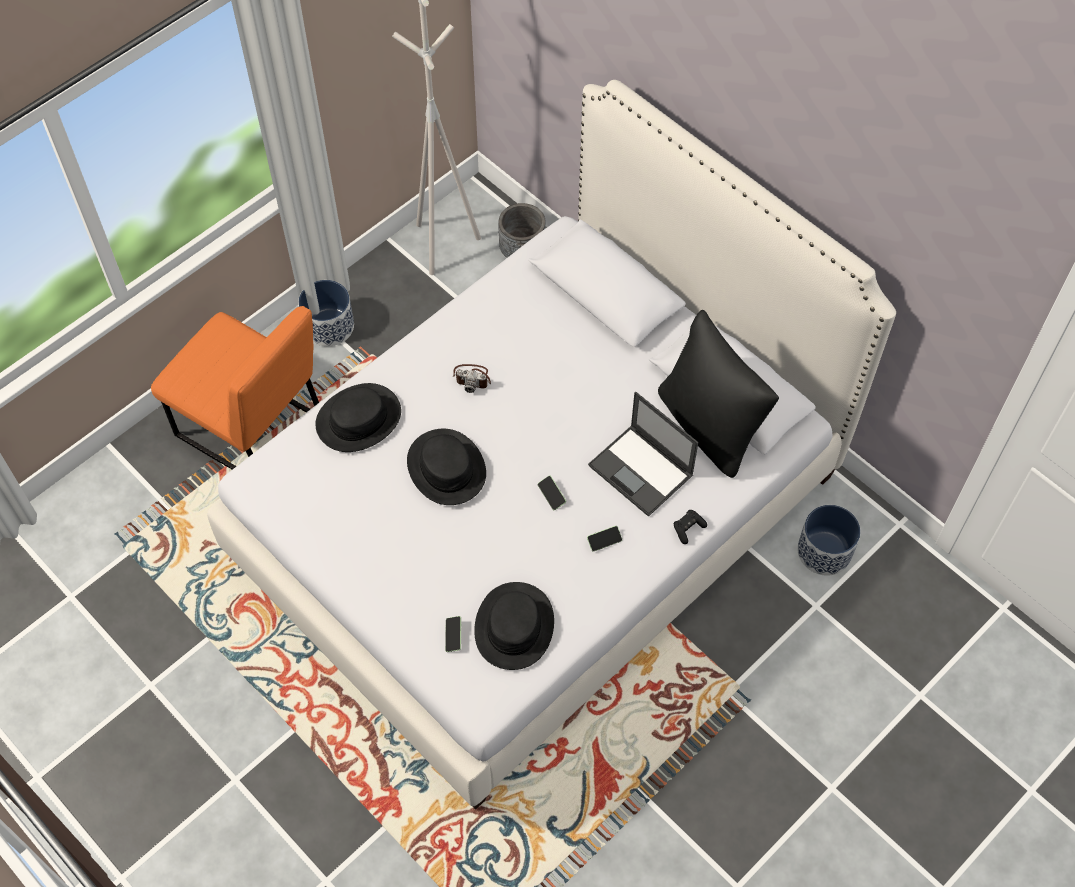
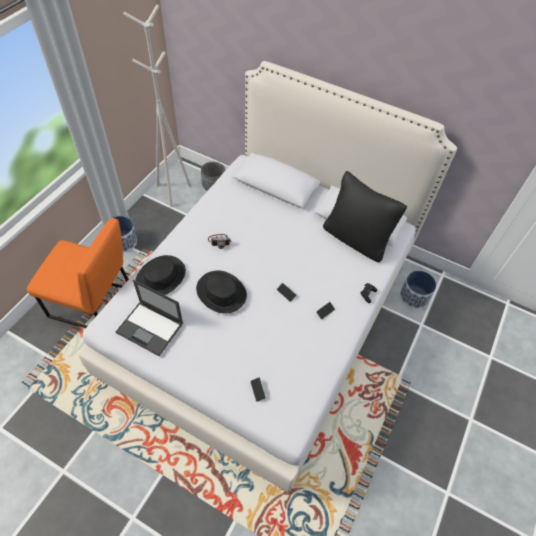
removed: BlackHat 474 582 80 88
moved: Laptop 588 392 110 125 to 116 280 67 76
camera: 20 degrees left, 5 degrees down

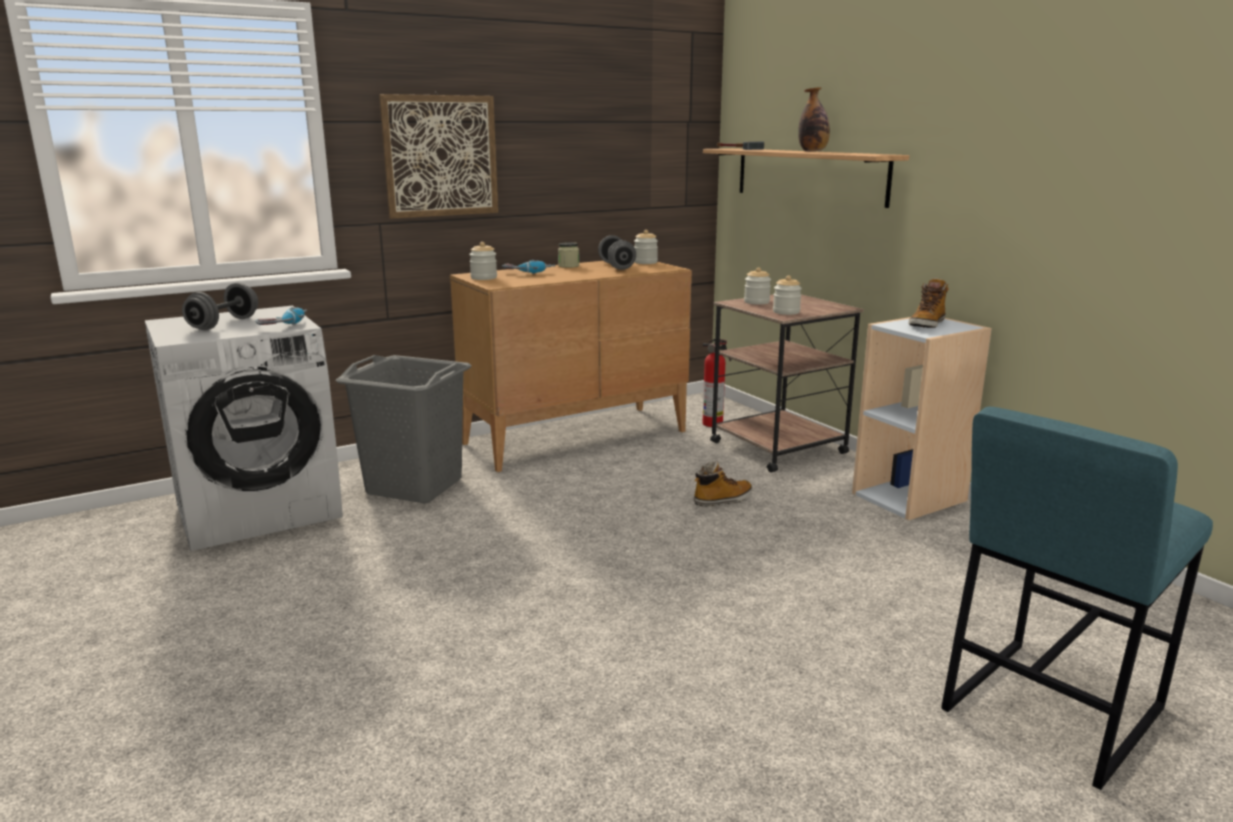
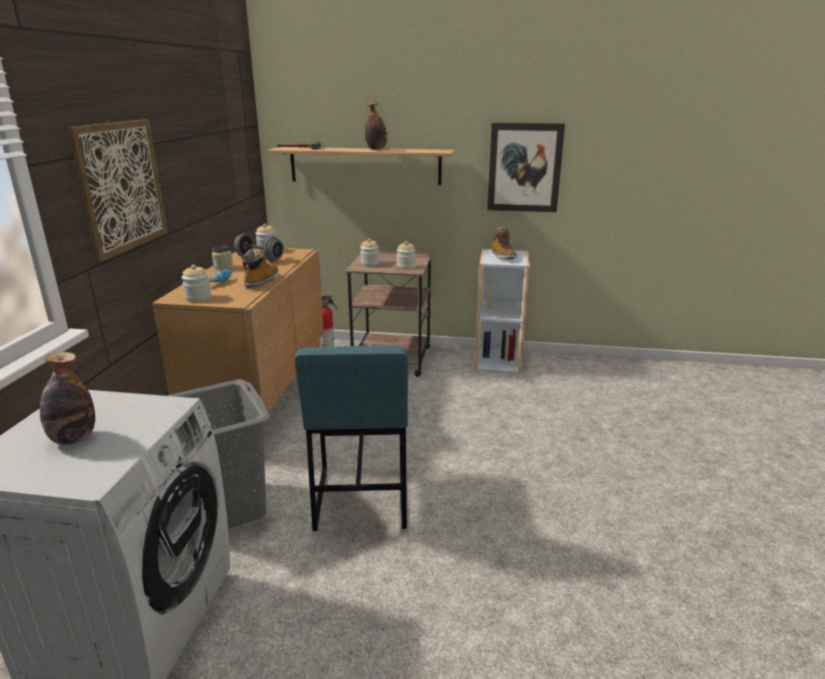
removed: PowerDrill 256 307 51 18
added: Picture 487 123 78 89
moved: Boot 694 461 58 45 to 243 249 36 39; BlueStool 941 407 272 383 to 295 346 113 185
replaced: GreyDumbbell 182 283 76 47 to Bottle 40 352 55 93
camera: 50 degrees left, 5 degrees up

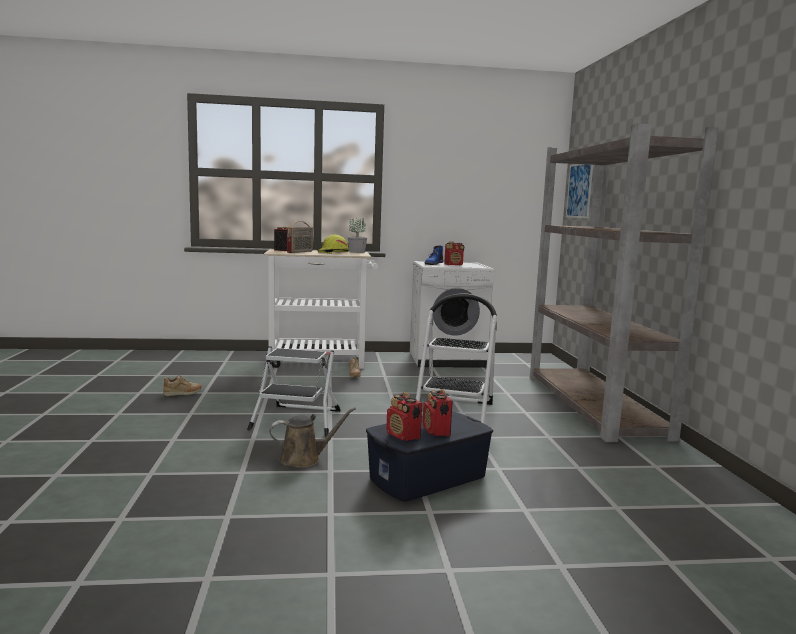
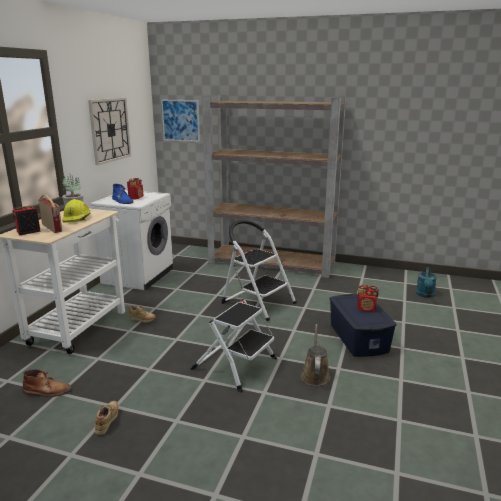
removed: Radio 386 392 36 49
added: BrownBoot 22 369 50 28; WallClock 88 98 43 67; TurquoiseWateringCan 416 267 21 31
camera: 65 degrees left, 10 degrees up

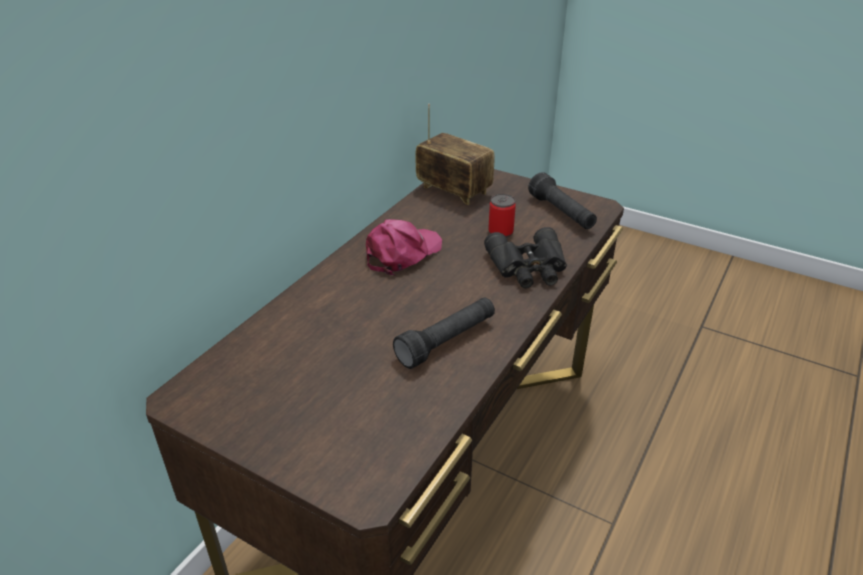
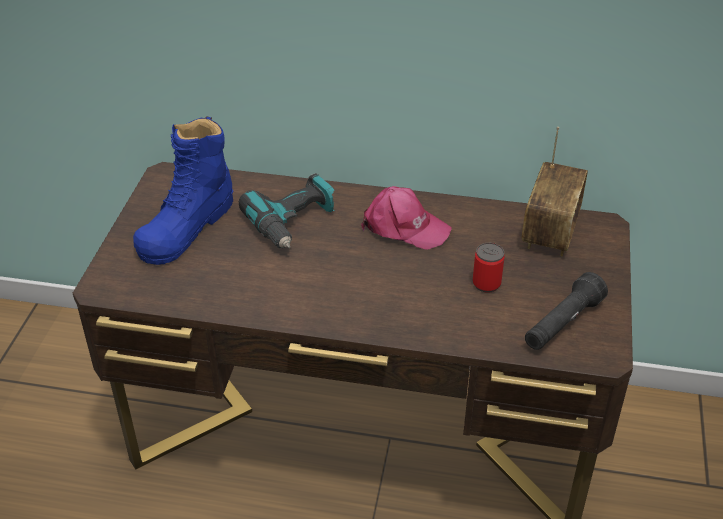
removed: BlackFlashlight 393 298 102 71; BlackBinoculars 484 227 83 61
added: BlueBoot 133 116 100 149; PowerDrill 239 173 96 75
camera: 70 degrees right, 5 degrees up

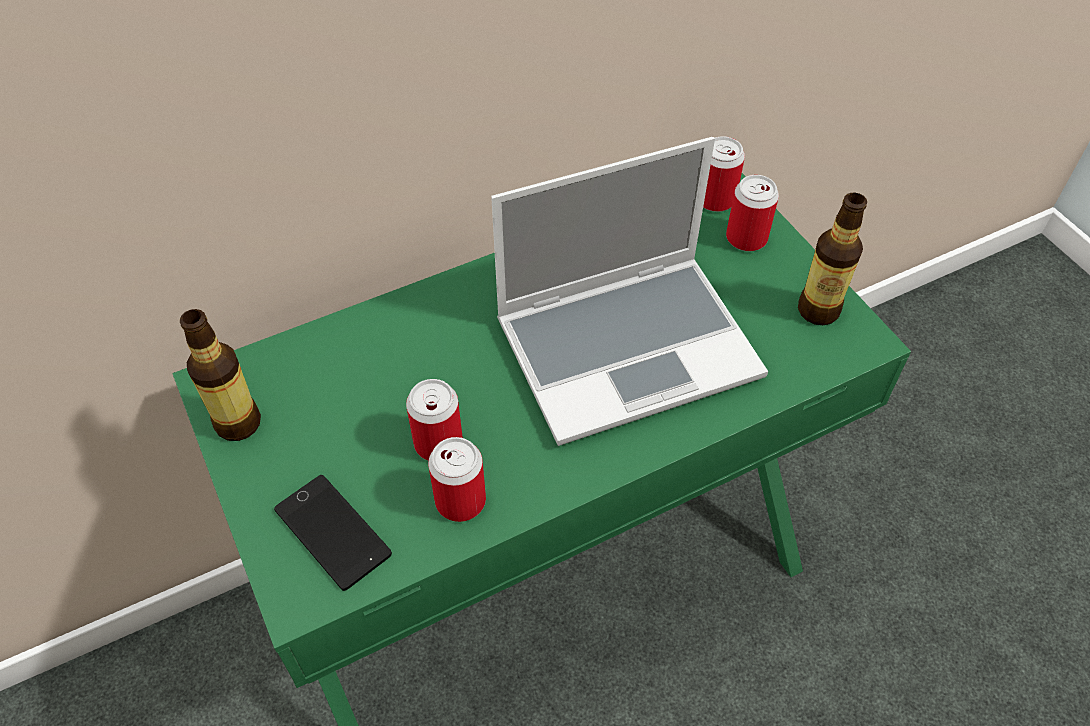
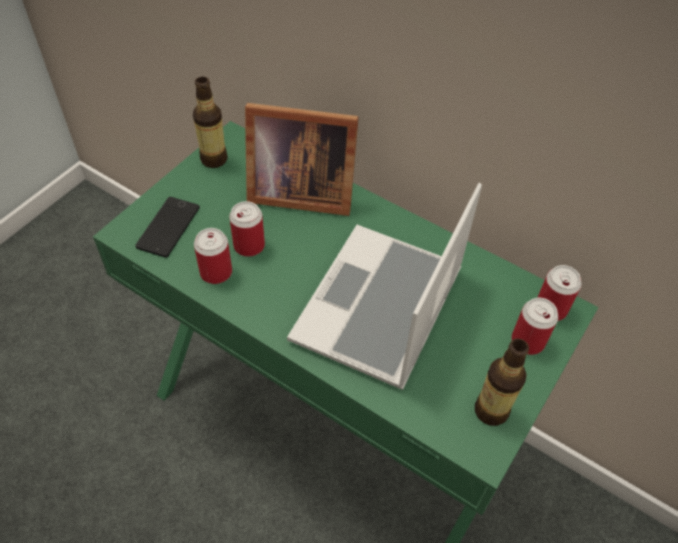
added: PictureFrame 245 103 114 113
turned: Laptop 491 137 277 309 = 287 183 195 207 75 degrees clockwise
camera: 60 degrees right, 0 degrees up

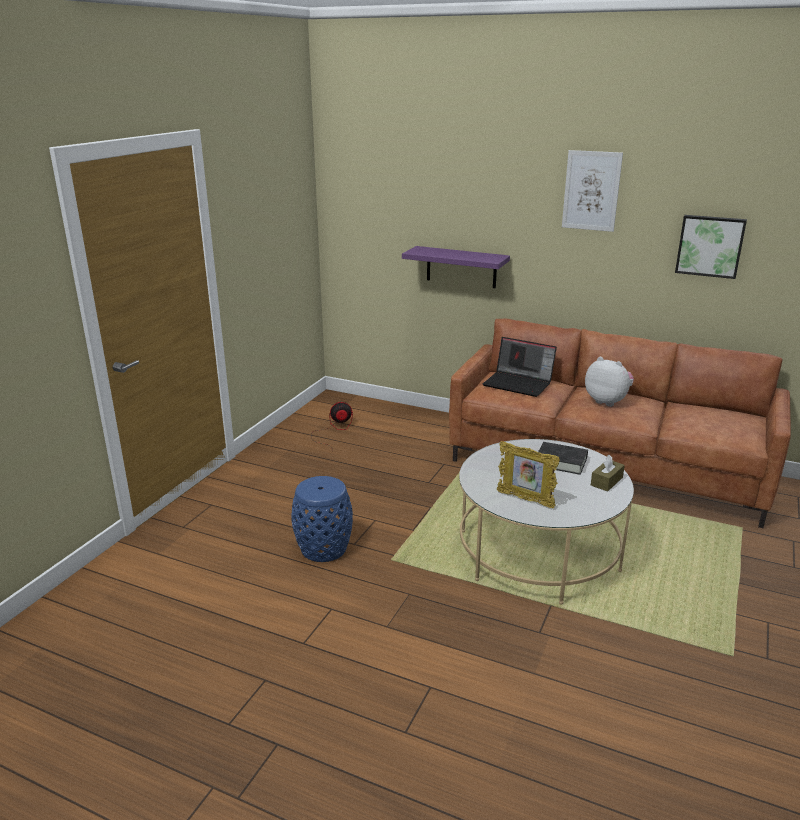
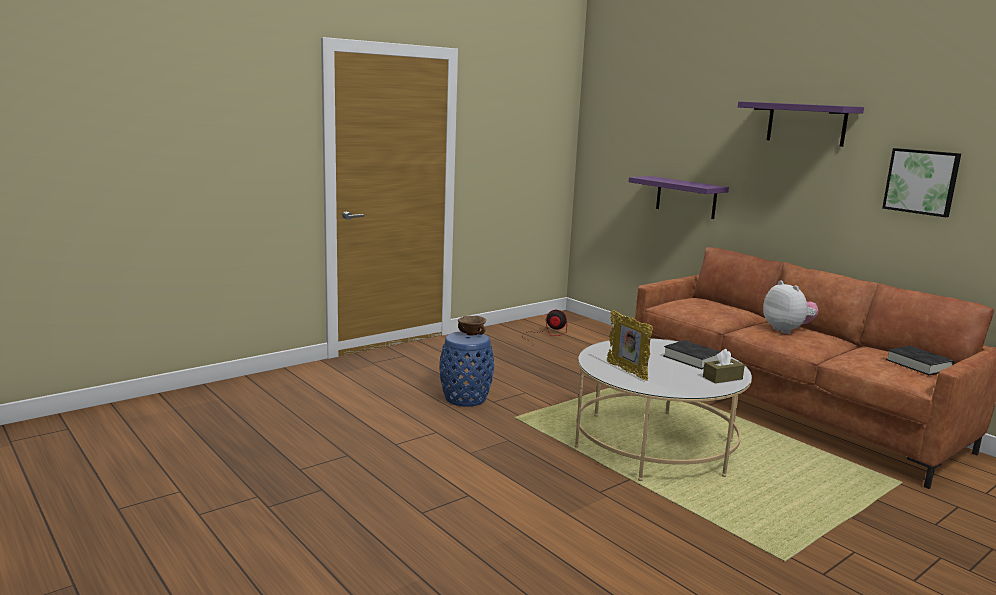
removed: Laptop 483 337 74 60
added: BrownBowl 458 316 28 19; BlackBook 886 346 68 29
replaced: Picture 562 150 61 82 to PurpleShelf 738 101 126 46
camera: 25 degrees right, 10 degrees down

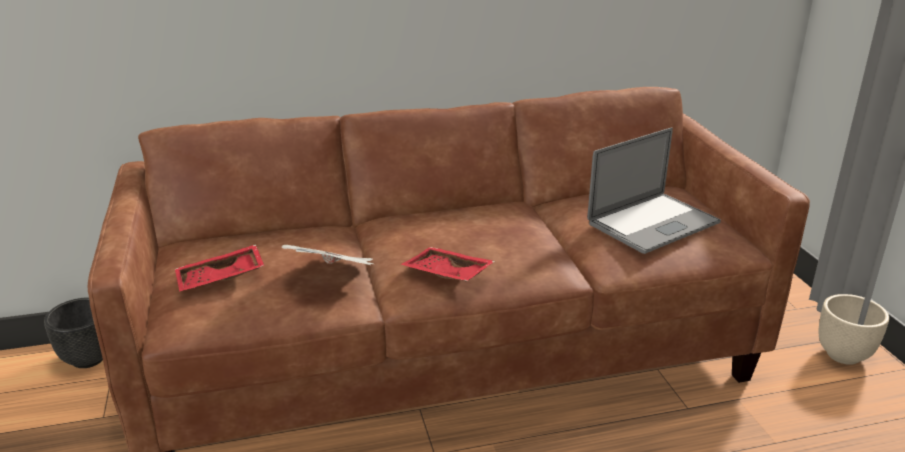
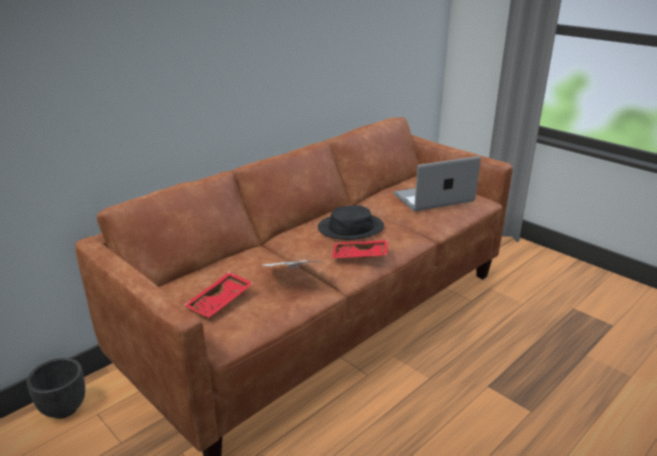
removed: BeigePlanter 818 294 71 71
added: BlackHat 318 205 66 35
turned: Laptop 587 127 134 127 = 394 156 87 56 135 degrees counterclockwise
camera: 30 degrees left, 0 degrees up

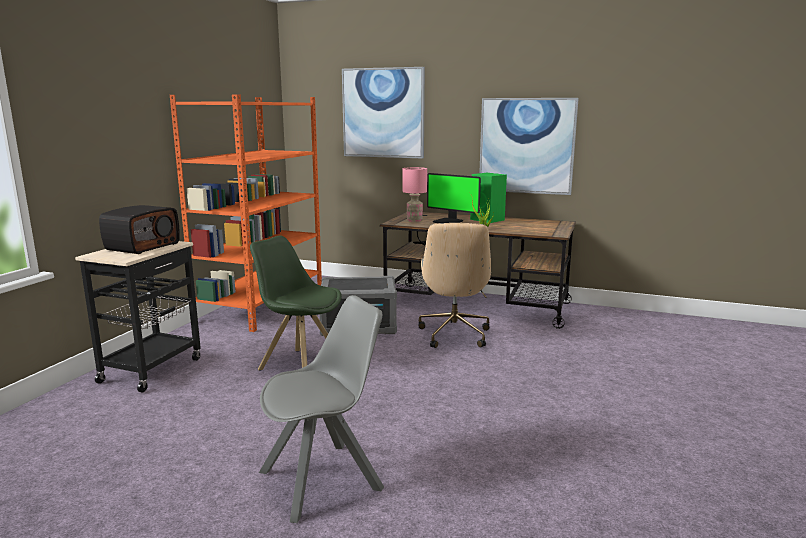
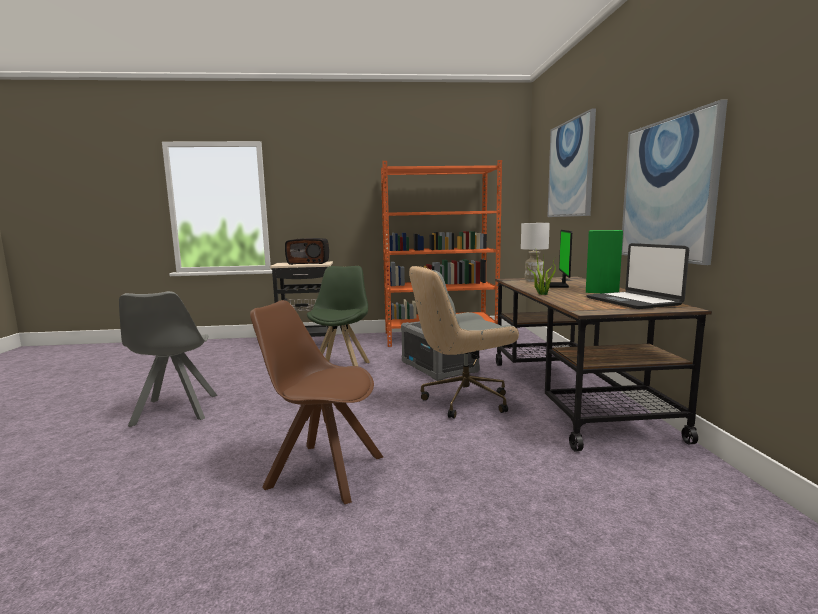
added: BrownChair 250 300 133 204; Laptop 586 243 103 66
recoloured: PinkTableLamp 403 167 24 55 to WhiteTableLamp 521 223 29 59
turned: GreyChair 259 295 125 228 = 119 291 99 136 45 degrees clockwise
camera: 65 degrees right, 5 degrees down

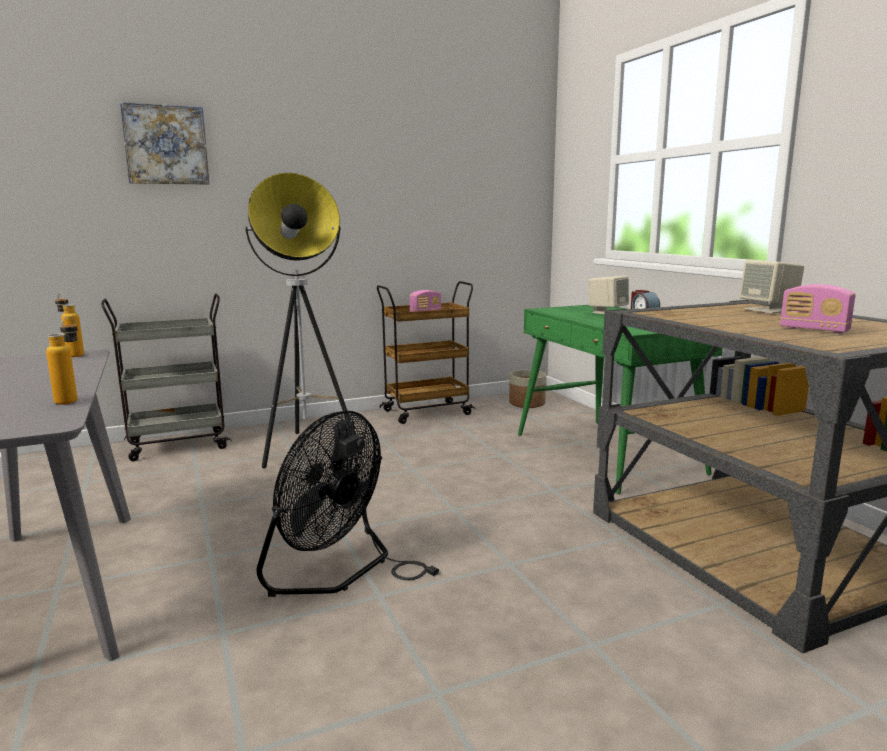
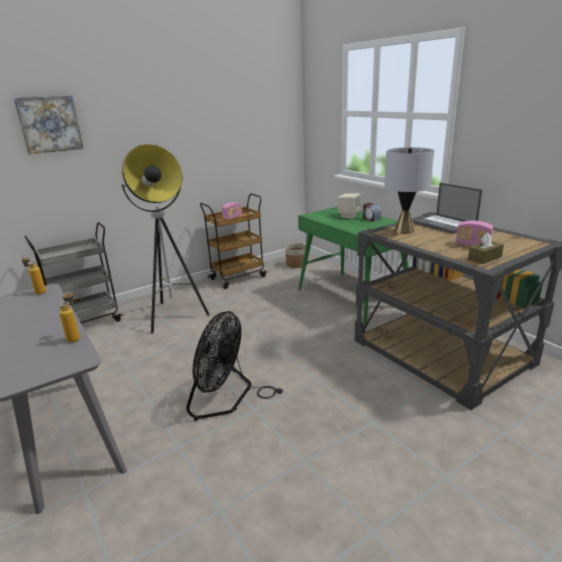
added: GreyTableLamp 384 147 50 87; BrownTissueBox 468 233 36 31
replaced: BeigeSpeaker 739 260 65 53 to Laptop 413 183 69 51
camera: 10 degrees left, 10 degrees up

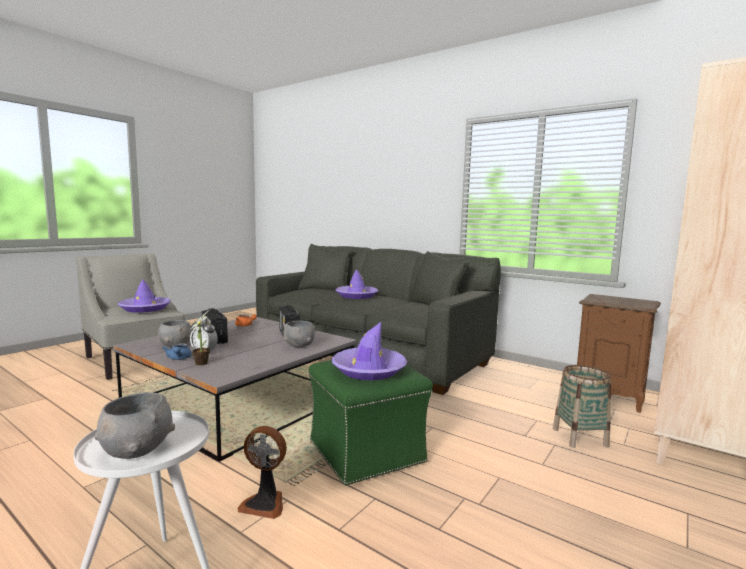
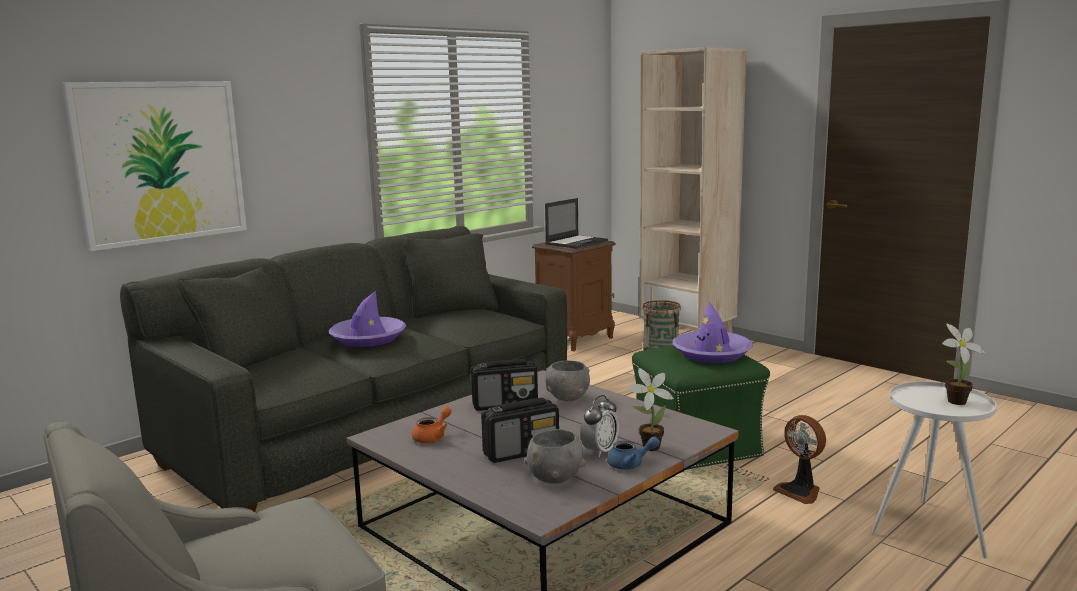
removed: PurpleHat 118 280 53 33
added: Picture 62 81 185 170; Laptop 545 198 63 51
replaced: GreyBowl 95 392 80 67 to PottedPlant 942 323 43 82
turned: Fan 238 426 49 93 = 773 415 53 89 120 degrees clockwise
camera: 80 degrees left, 5 degrees up

